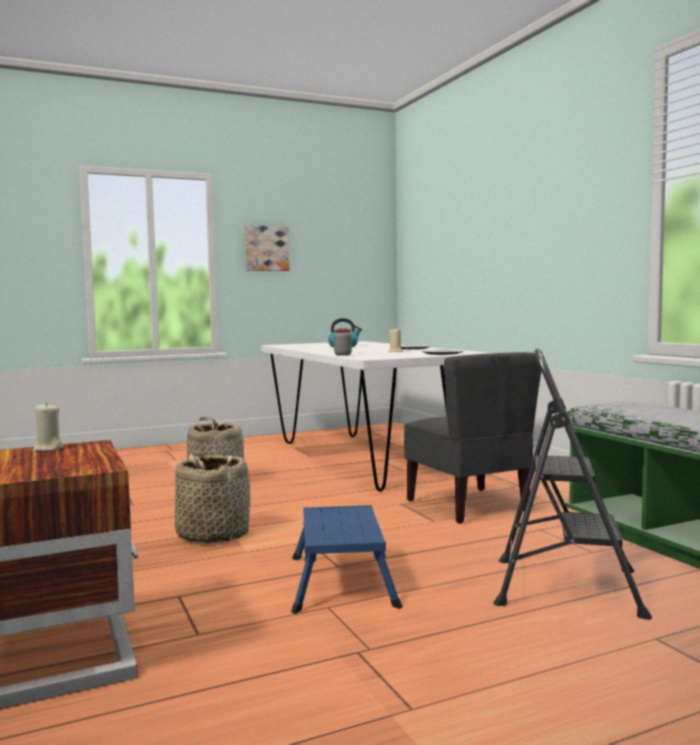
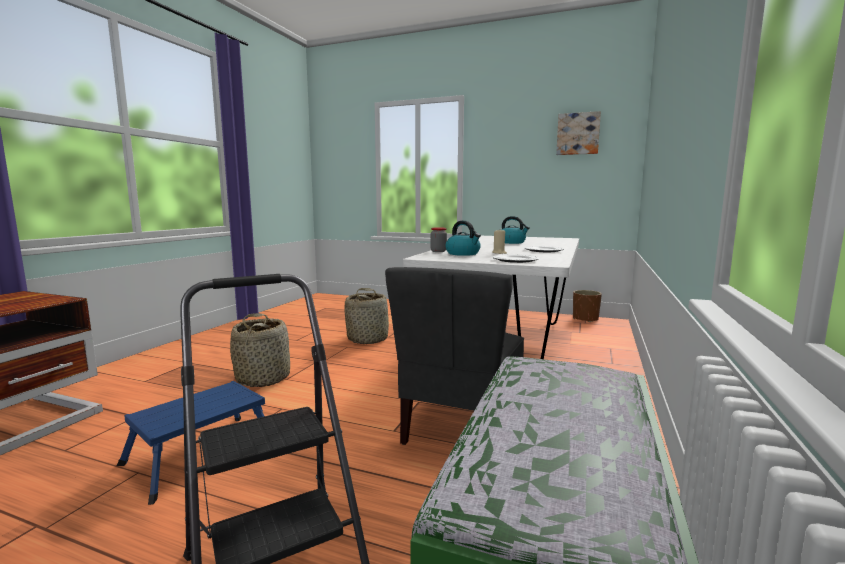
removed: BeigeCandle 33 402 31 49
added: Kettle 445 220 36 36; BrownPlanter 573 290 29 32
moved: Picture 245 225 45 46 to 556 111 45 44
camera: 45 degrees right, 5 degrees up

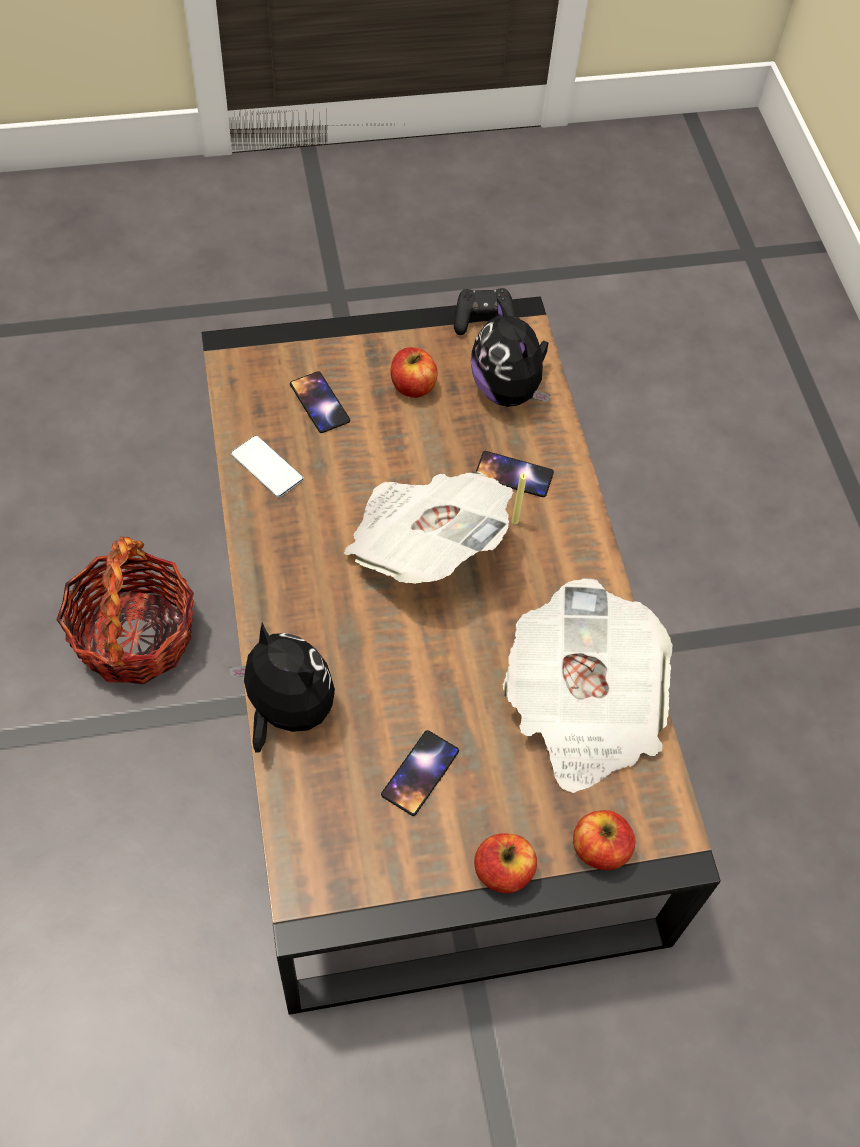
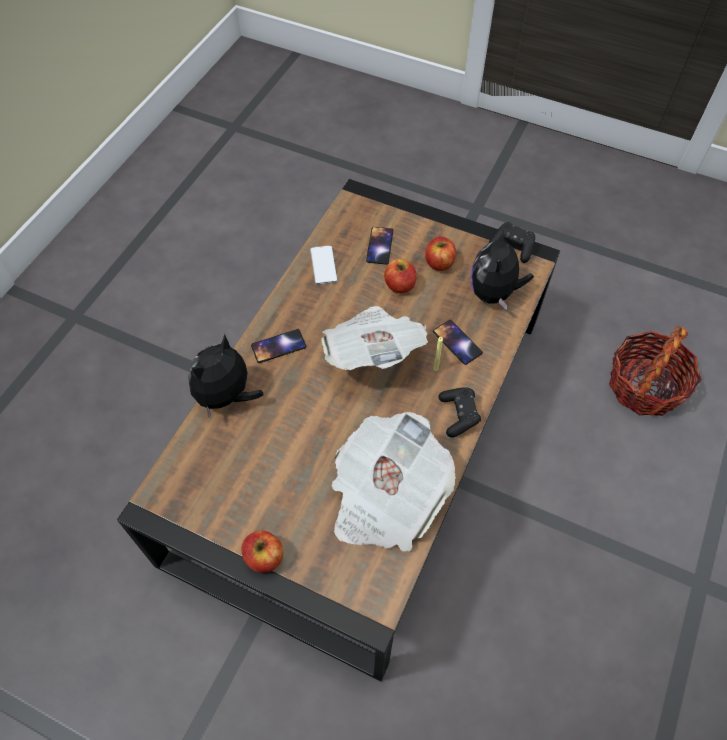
added: BlackGameController 438 387 43 50
moved: Phone 381 730 78 86 to 251 329 55 34; Apple 573 810 62 60 to 384 259 33 34; Basket 56 536 138 148 to 609 326 93 90
turned: PlushToy 229 623 106 130 = 188 334 76 86 135 degrees counterclockwise
camera: 40 degrees right, 0 degrees up

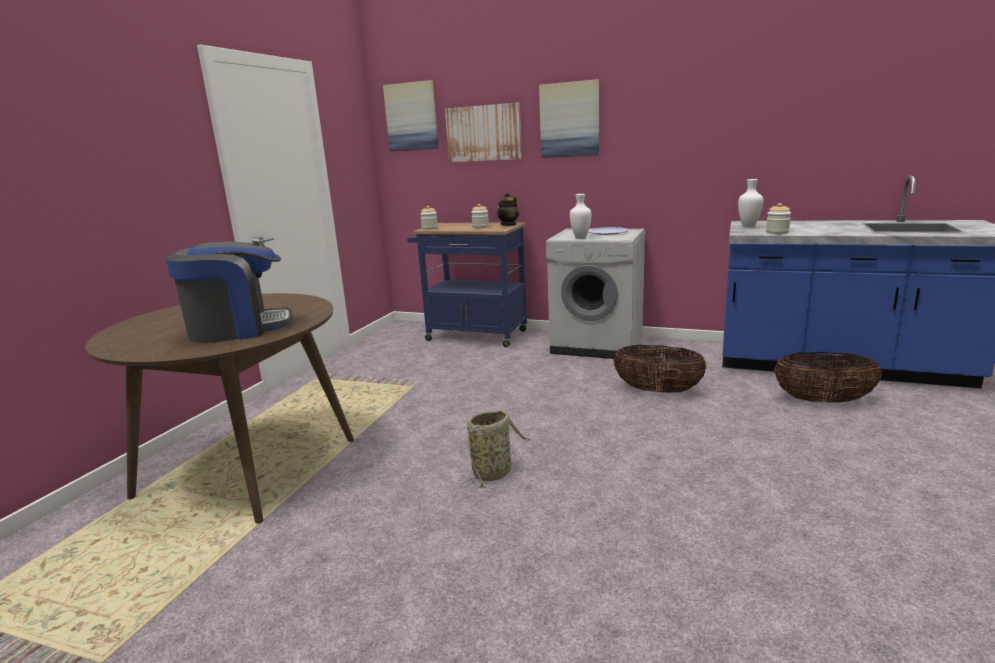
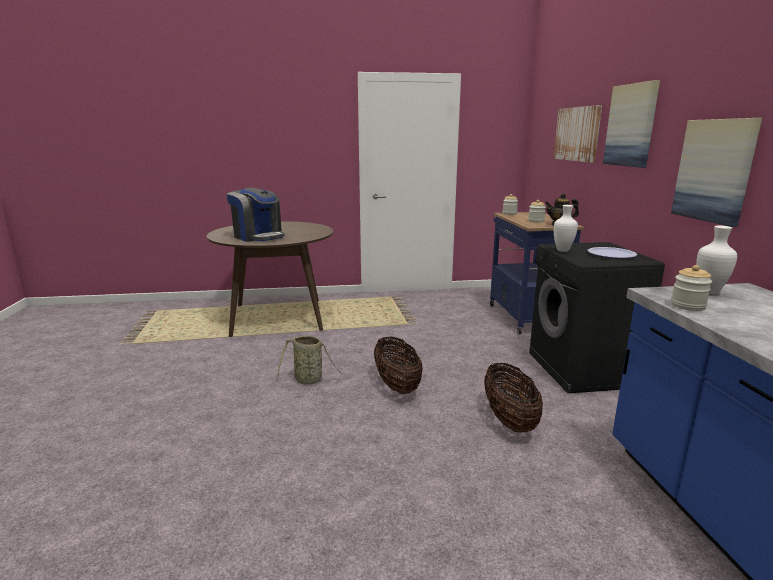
moved: Basket 774 352 108 51 to 374 337 49 57; Picture 383 80 56 71 to 671 118 91 109
recoloured: WhiteWashingMachine 546 229 99 130 to BlackWashingMachine 529 242 136 151
camera: 60 degrees right, 0 degrees up

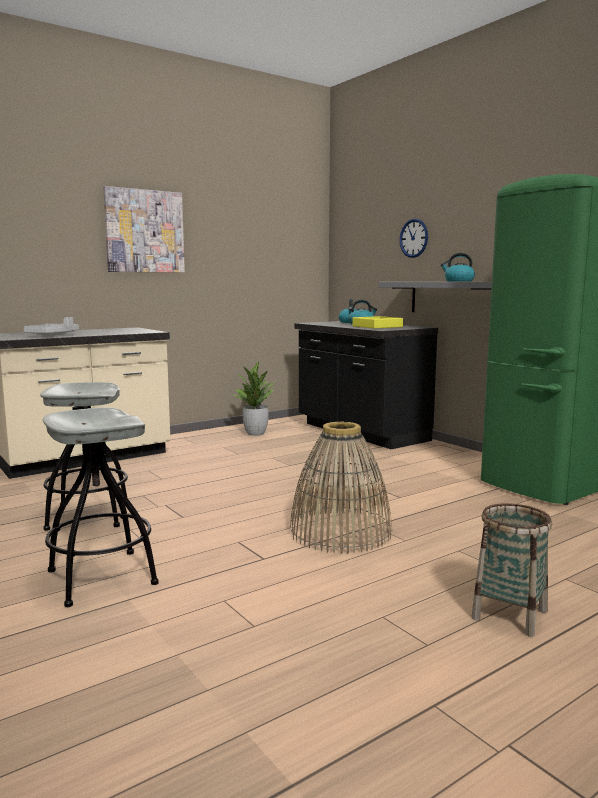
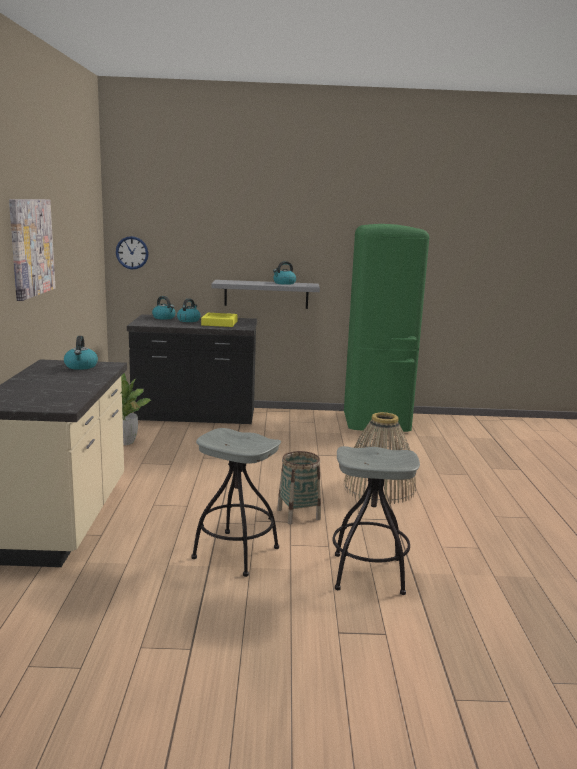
removed: GreyTray 24 317 55 19
added: Kettle 64 336 34 34
moved: WallClock 399 219 29 39 to 116 236 33 34; Basket 472 503 80 134 to 277 451 44 73
camera: 55 degrees left, 5 degrees up

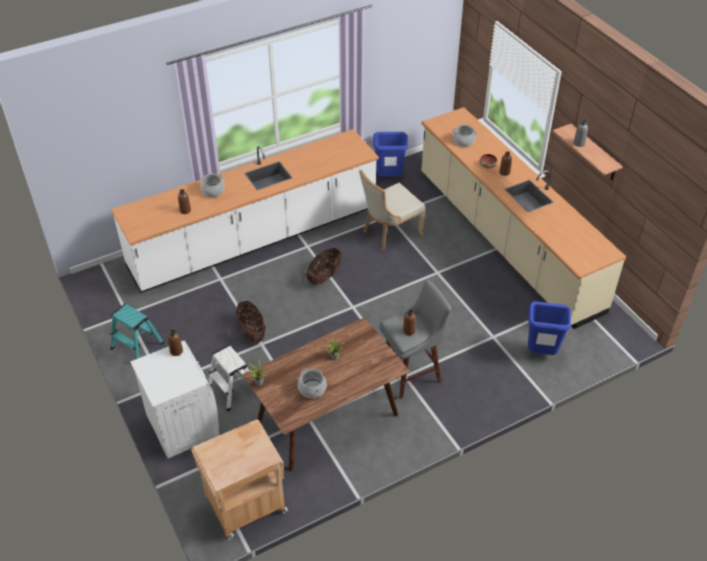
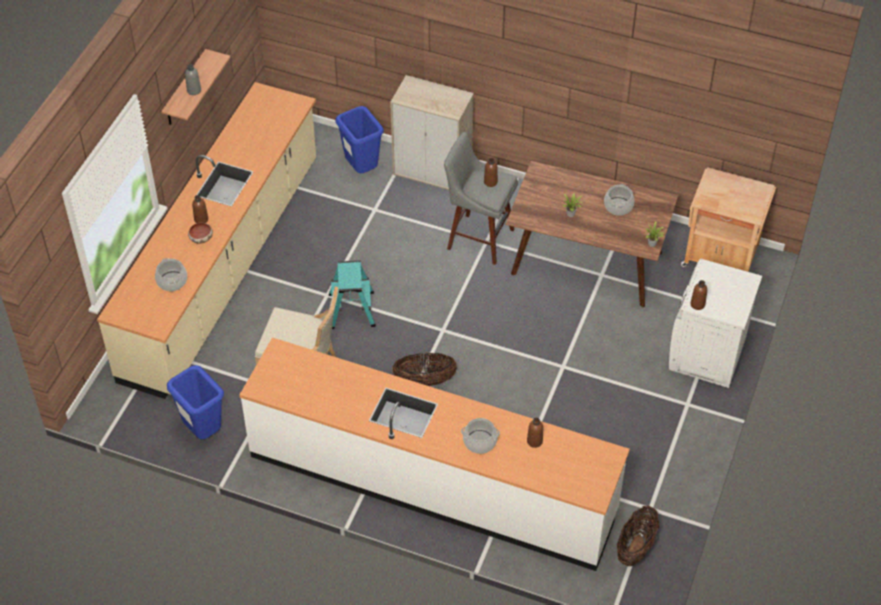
removed: WhiteStepLadder 208 344 41 68
added: BeigeCabinet 390 75 84 115
moved: TurquoiseStepLadder 110 303 54 56 to 329 260 47 69; Basket 236 301 29 42 to 617 506 42 60
camera: 130 degrees left, 5 degrees up

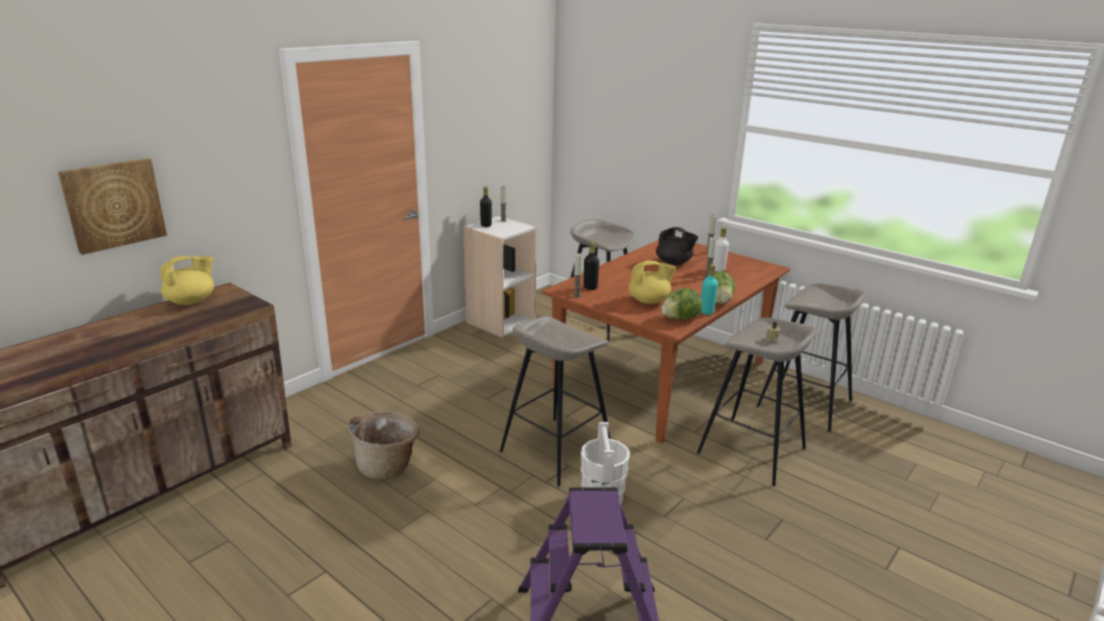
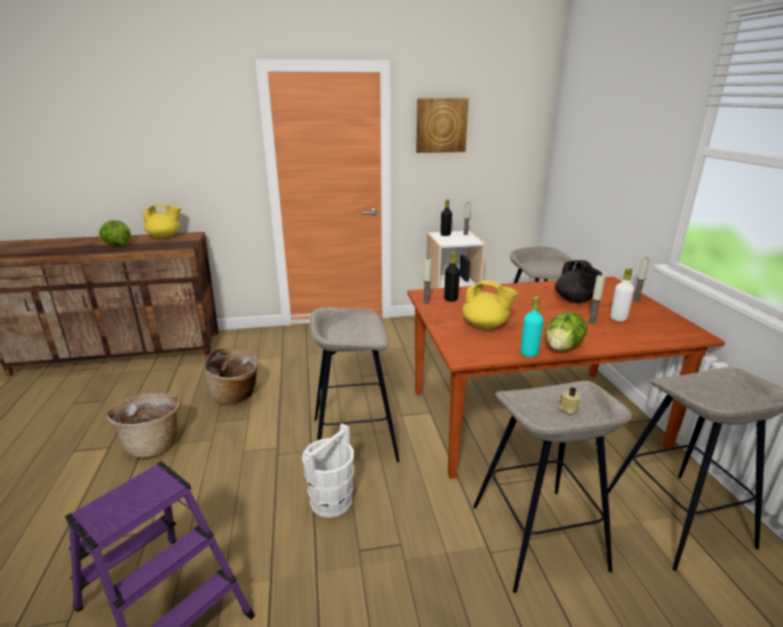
added: Basket 106 393 76 65
moved: Lettuce 661 288 41 32 to 98 220 33 26; Picture 58 158 109 97 to 416 98 53 55
camera: 40 degrees right, 0 degrees up

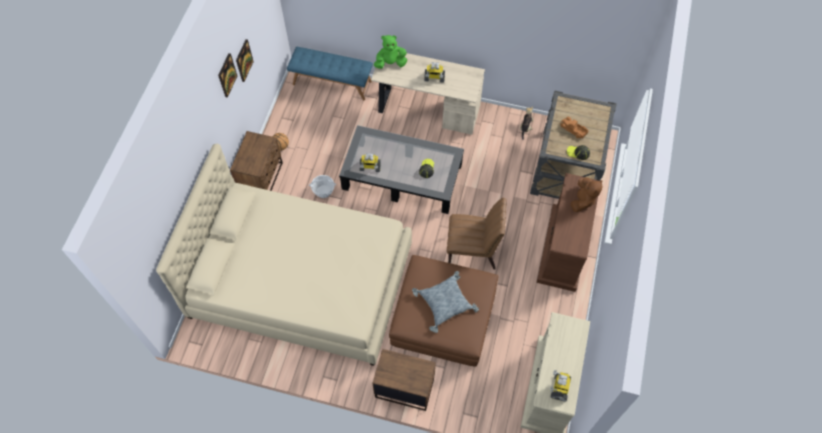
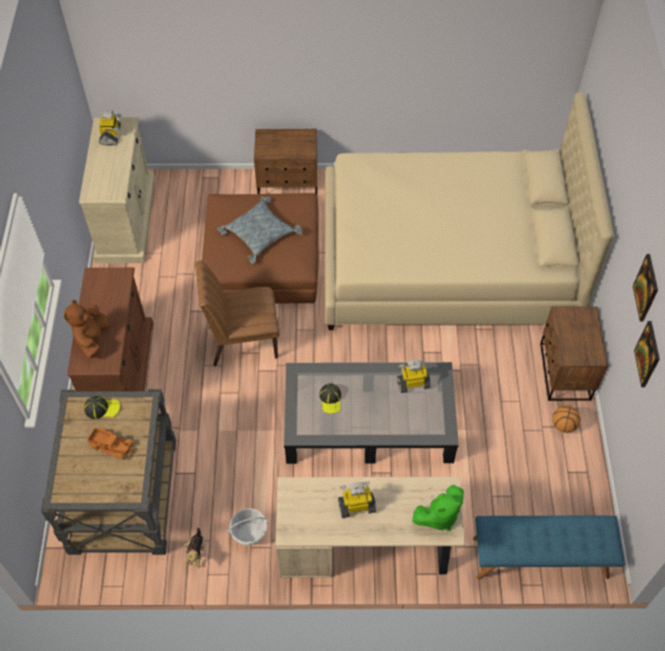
moved: Basket 309 175 27 23 to 227 508 42 38
camera: 165 degrees right, 5 degrees down

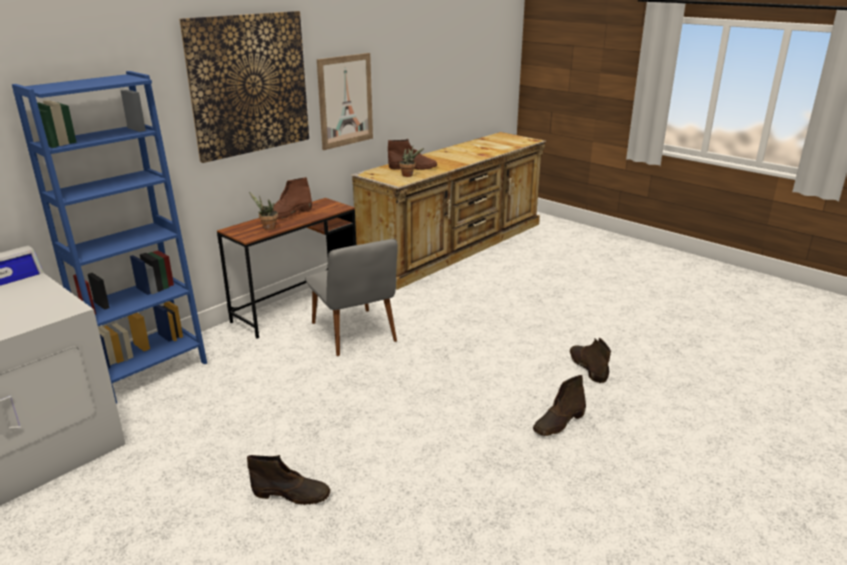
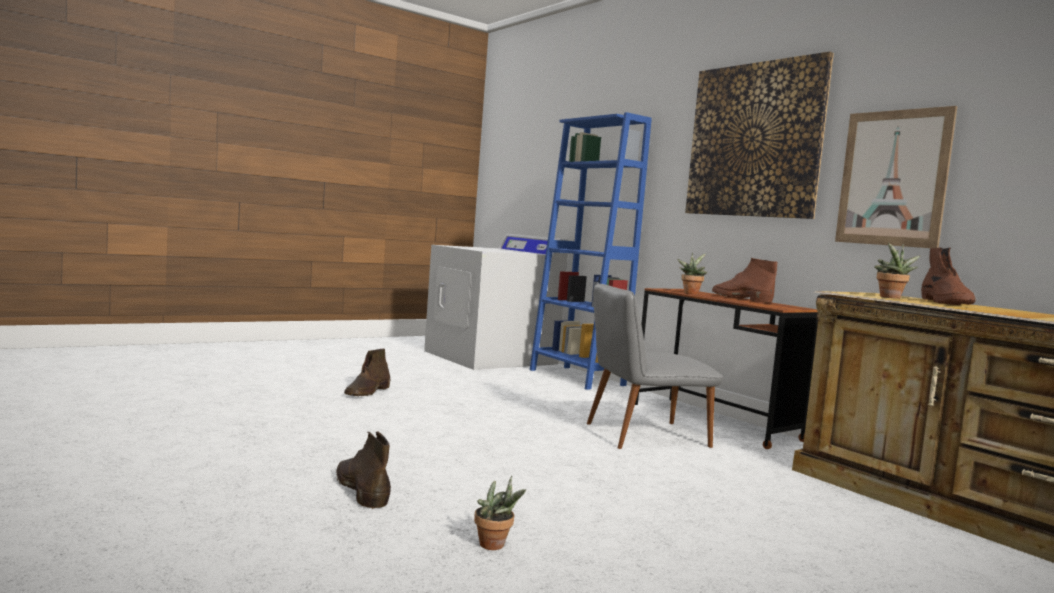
replaced: BrownBoot 570 338 41 45 to PottedPlant 474 476 52 74
camera: 100 degrees right, 20 degrees down

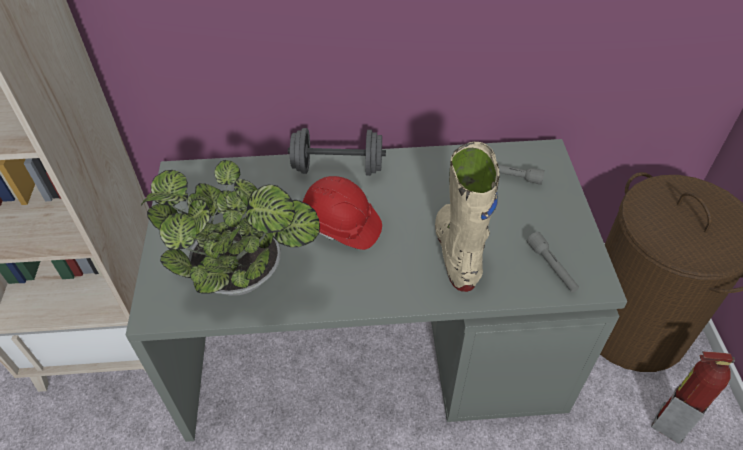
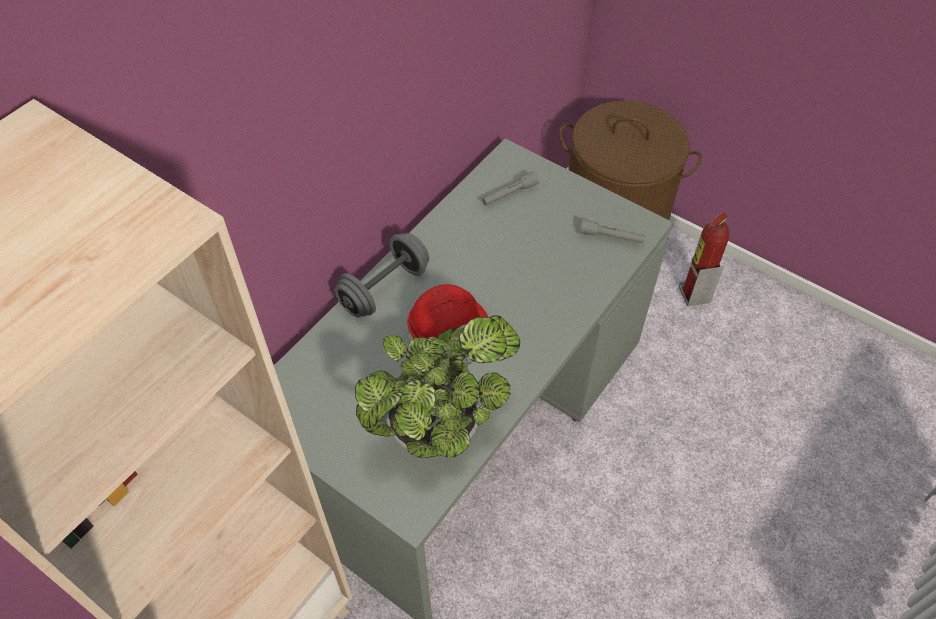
removed: BeigeBoot 435 142 65 150
camera: 50 degrees left, 5 degrees up

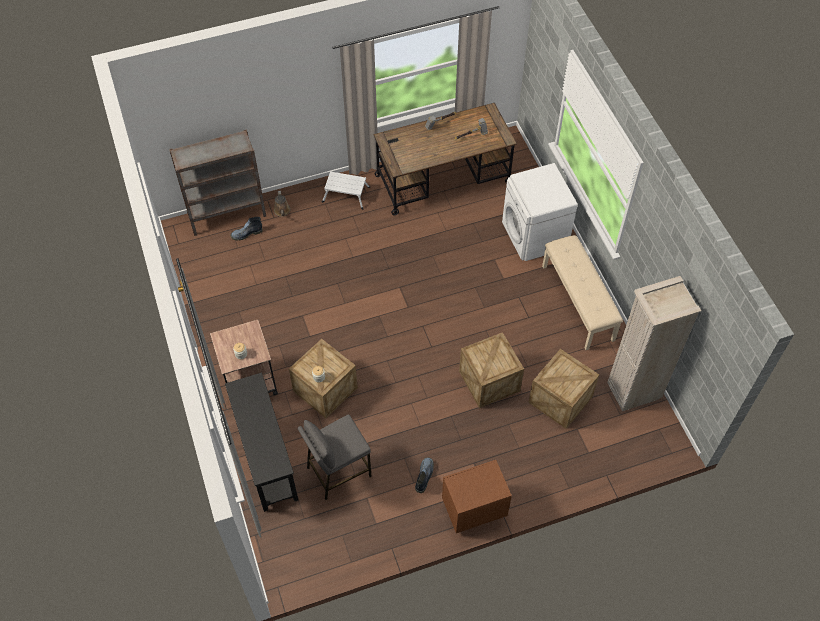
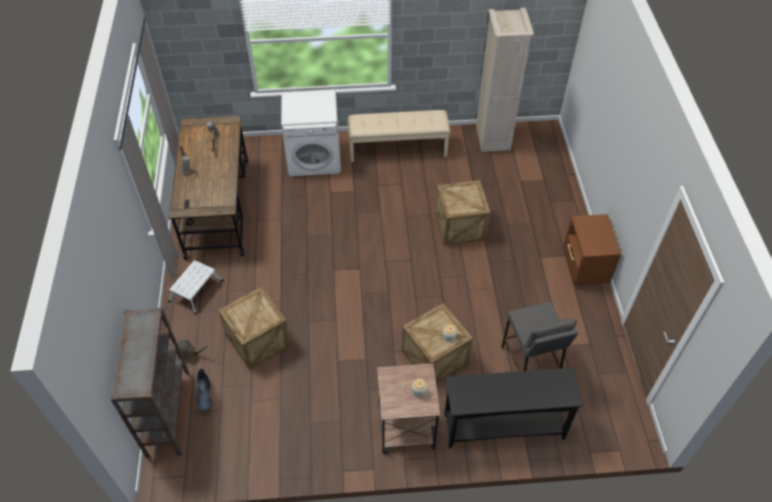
removed: Boot 415 457 19 36
moved: Crate 528 349 71 80 to 218 287 73 83
camera: 75 degrees left, 5 degrees down

